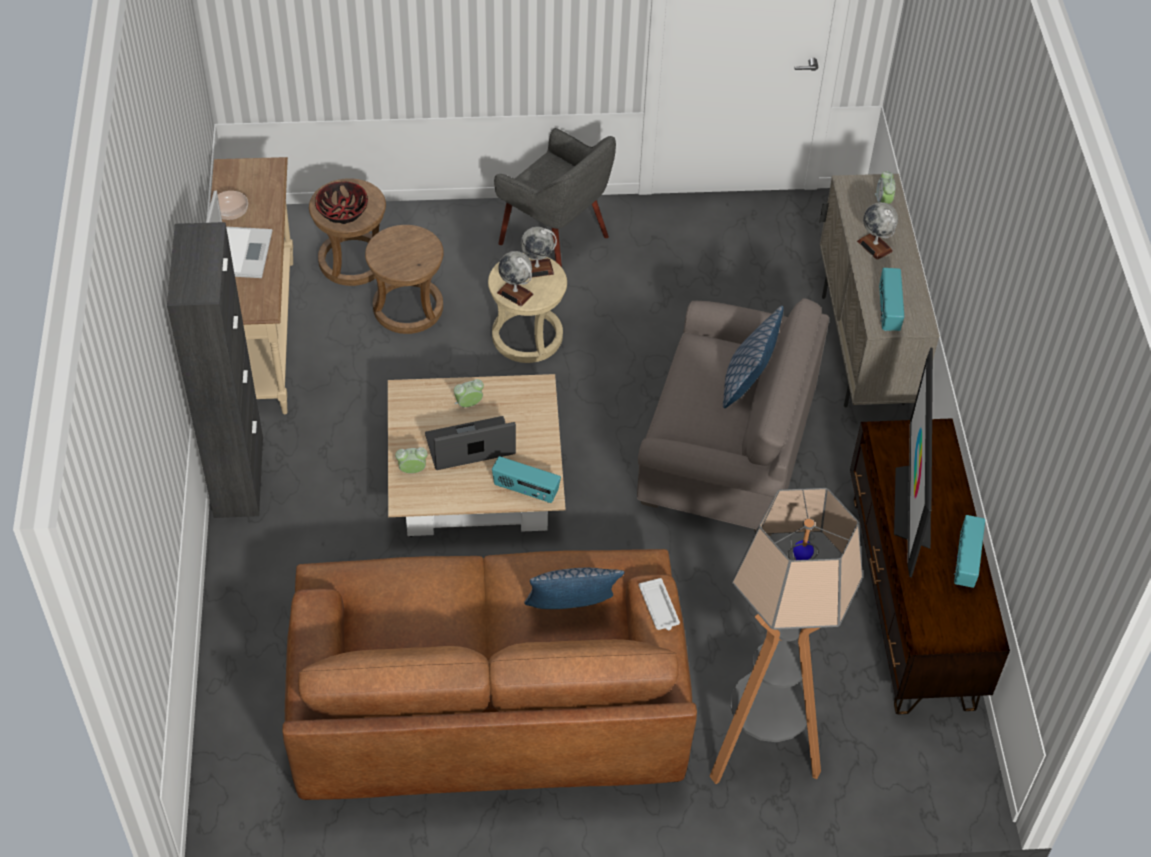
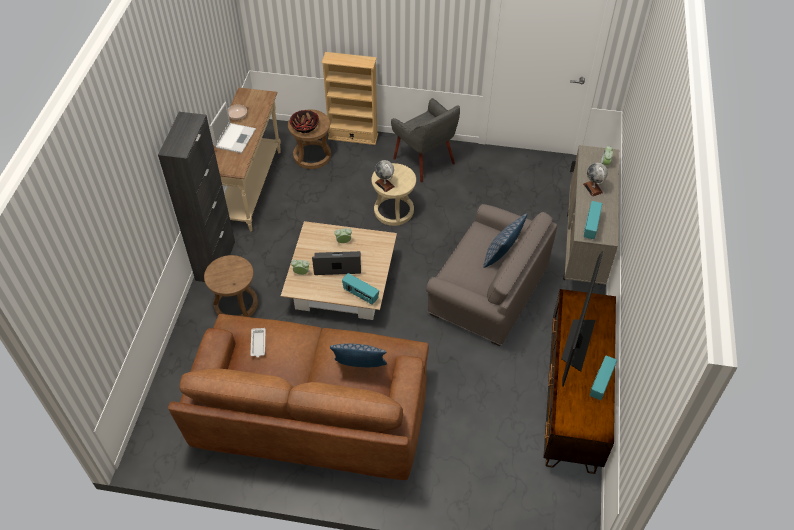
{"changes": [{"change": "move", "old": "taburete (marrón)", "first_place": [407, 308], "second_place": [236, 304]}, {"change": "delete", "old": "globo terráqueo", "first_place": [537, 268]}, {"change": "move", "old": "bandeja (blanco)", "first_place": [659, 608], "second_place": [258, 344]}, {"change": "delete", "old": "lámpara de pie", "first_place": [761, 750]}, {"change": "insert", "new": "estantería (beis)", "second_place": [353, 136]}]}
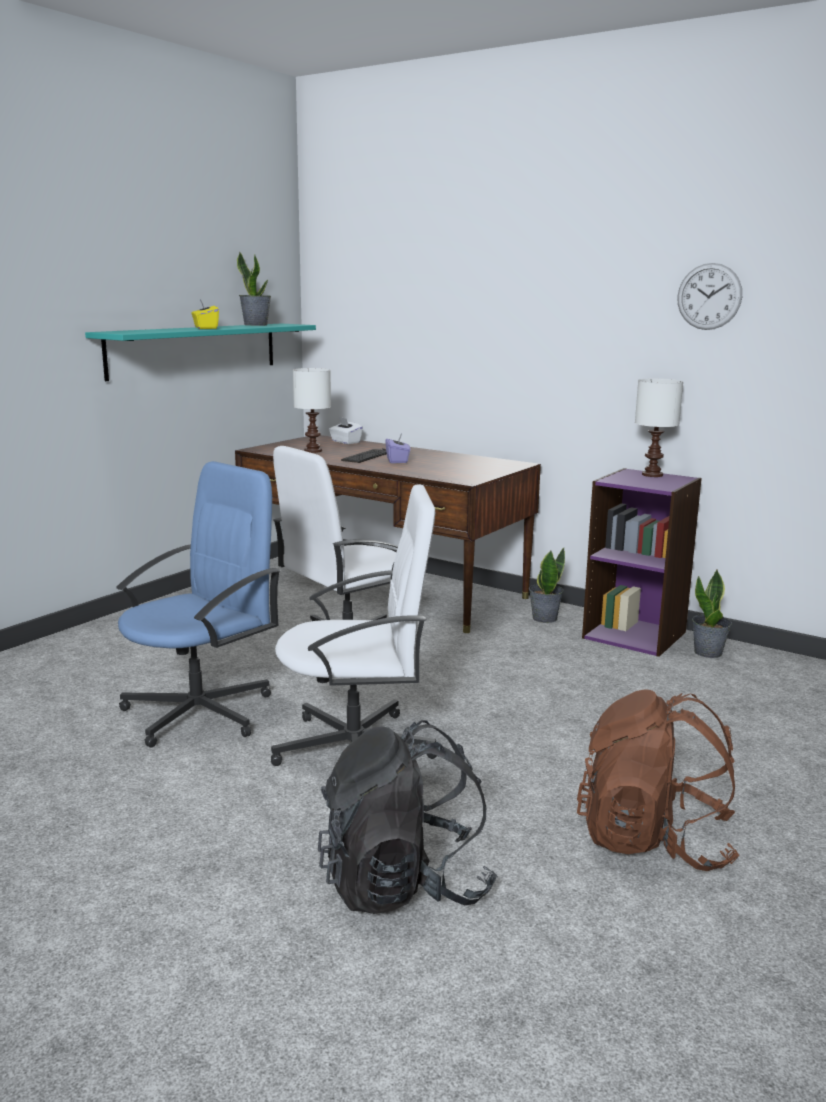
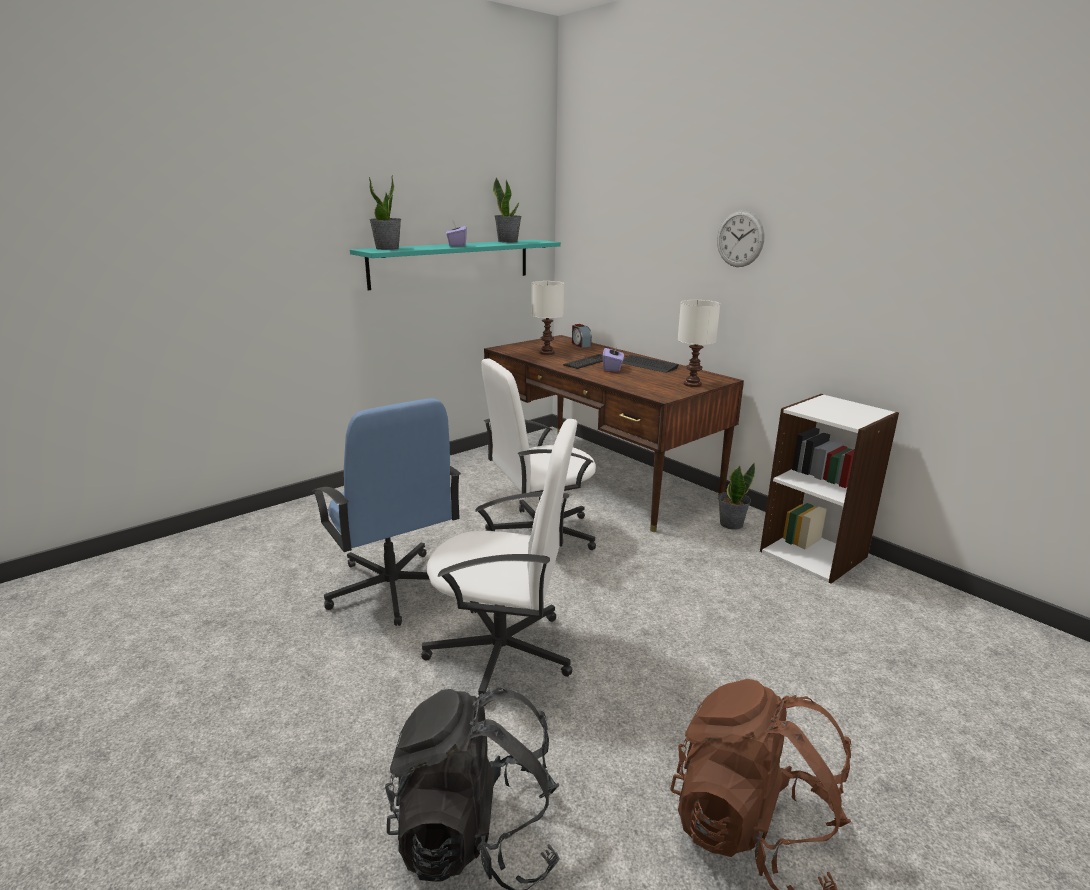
{"changes": [{"change": "rotate", "old": "silla de oficina (azul)", "first_place": [200, 712], "second_place": [392, 589], "degrees": 90}, {"change": "recolor", "old": "caja de pañuelos (amarillo)", "new": "caja de pañuelos (morado)", "first_place": [205, 328], "second_place": [457, 245]}, {"change": "replace", "old": "caja de pañuelos (blanco)", "new": "despertador", "first_place": [345, 442], "second_place": [580, 344]}, {"change": "recolor", "old": "estantería (morado)", "new": "estantería (blanco)", "first_place": [635, 635], "second_place": [814, 554]}, {"change": "move", "old": "lámpara de mesa (blanco)", "first_place": [653, 475], "second_place": [693, 384]}, {"change": "move", "old": "reloj de pared", "first_place": [709, 296], "second_place": [740, 239]}, {"change": "move", "old": "planta en maceta", "first_place": [708, 652], "second_place": [387, 248]}, {"change": "insert", "new": "teclado", "second_place": [648, 365]}]}
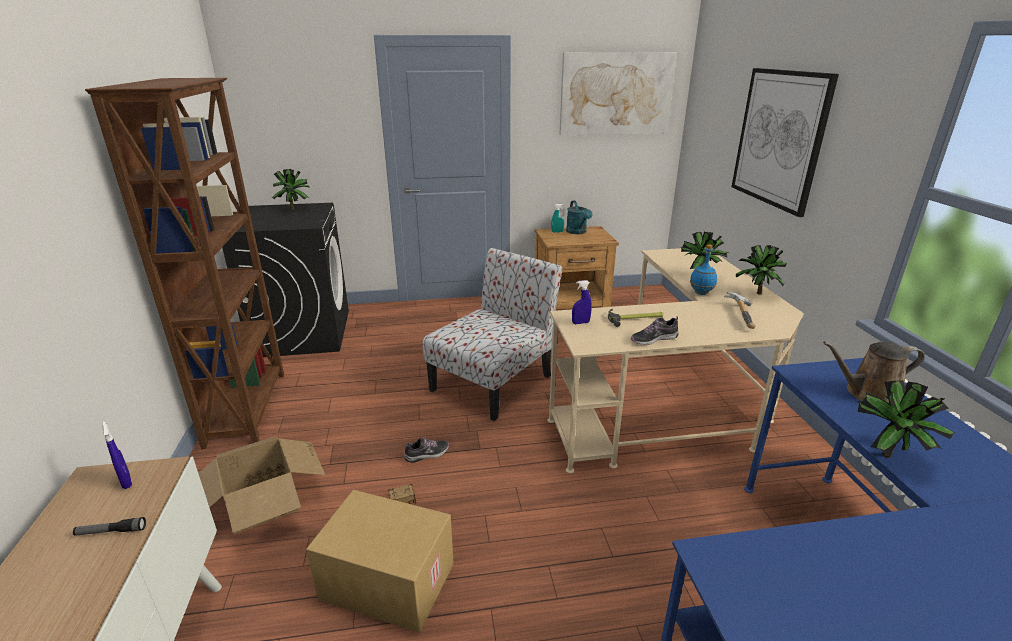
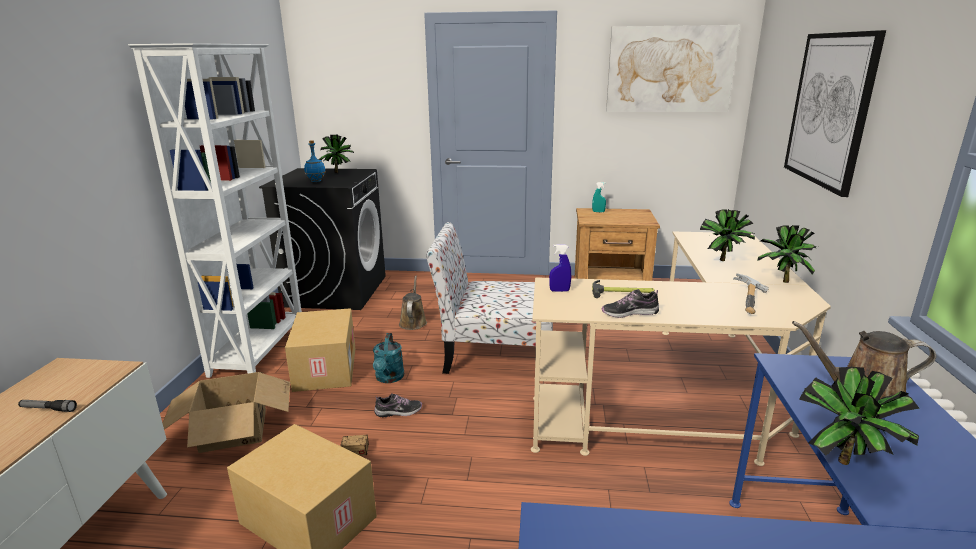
{"changes": [{"change": "recolor", "old": "estantería (marrón)", "new": "estantería (blanco)", "first_place": [248, 407], "second_place": [260, 348]}, {"change": "delete", "old": "pulverizador (azul)", "first_place": [126, 481]}, {"change": "rotate", "old": "silla", "first_place": [494, 381], "second_place": [495, 354], "degrees": -135}, {"change": "move", "old": "regadera (turquesa)", "first_place": [578, 232], "second_place": [389, 378]}, {"change": "move", "old": "botella (azul)", "first_place": [701, 293], "second_place": [316, 181]}, {"change": "insert", "new": "caja de cartón", "second_place": [324, 368]}, {"change": "insert", "new": "regadera (marrón)", "second_place": [413, 322]}]}
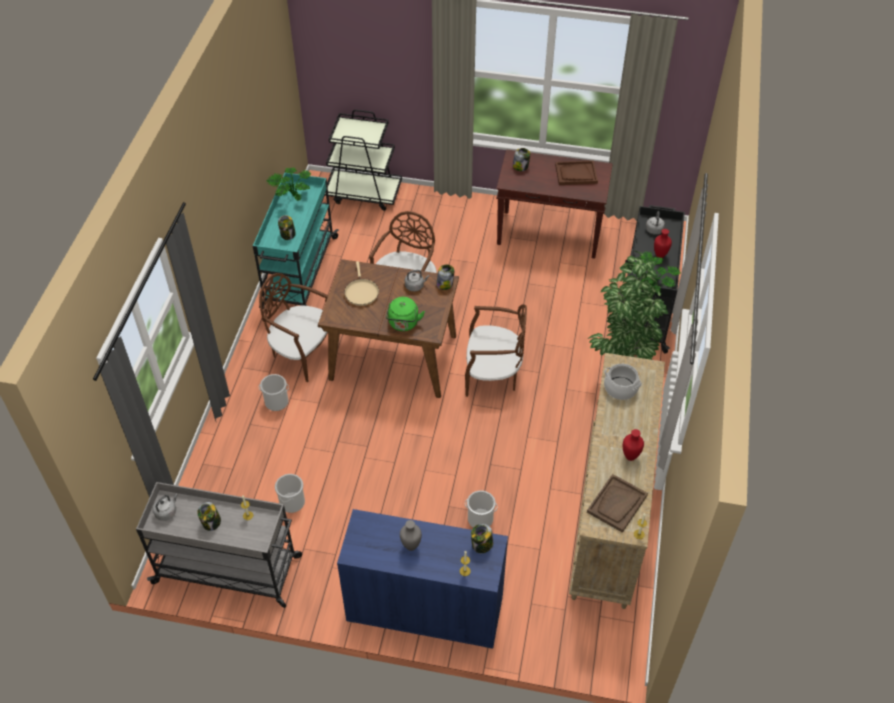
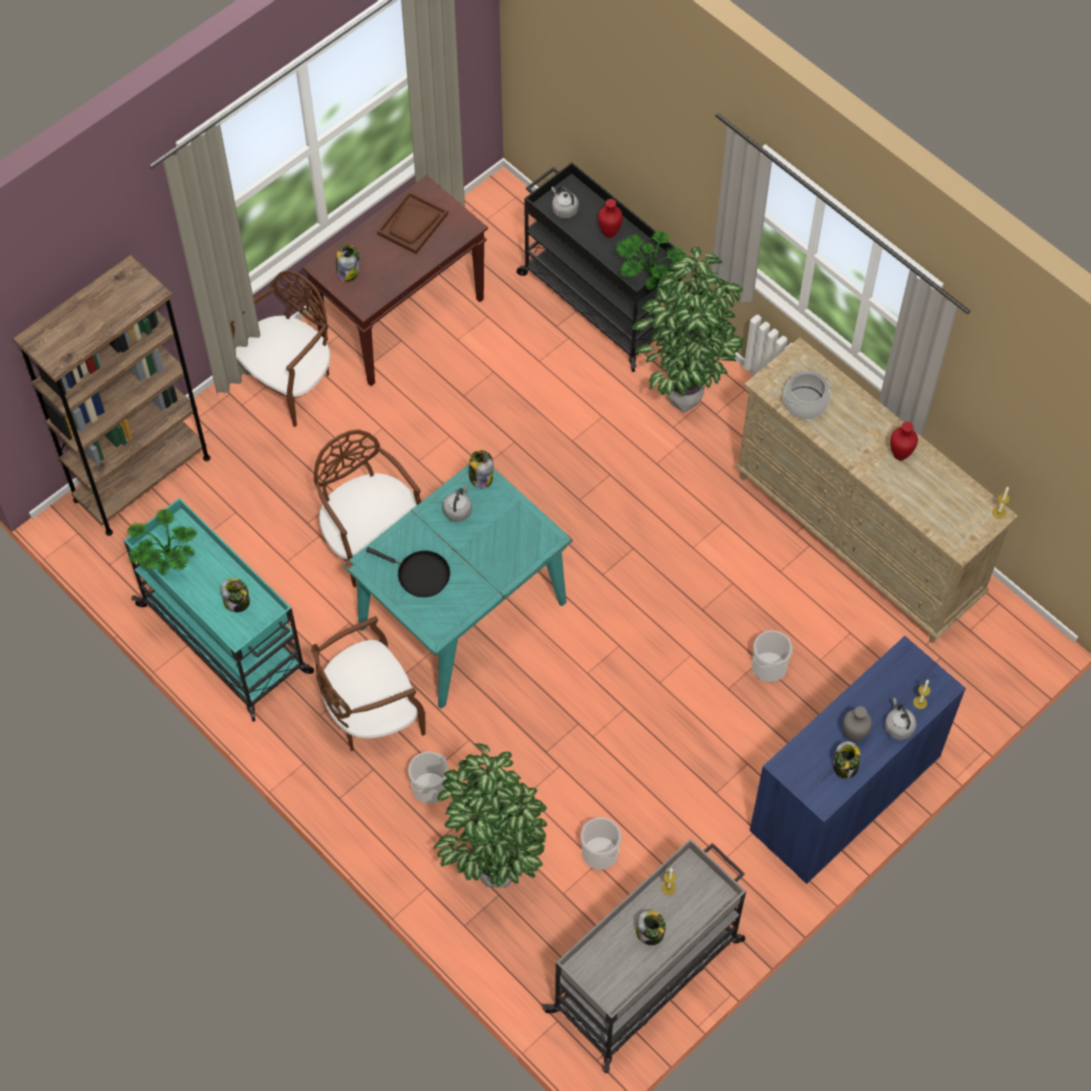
{"changes": [{"change": "move", "old": "hervidor (gris)", "first_place": [167, 512], "second_place": [898, 726]}, {"change": "recolor", "old": "mesa de comedor (marrón)", "new": "mesa de comedor (turquesa)", "first_place": [392, 357], "second_place": [461, 616]}, {"change": "replace", "old": "carrito (negro)", "new": "estantería (marrón)", "first_place": [364, 193], "second_place": [142, 479]}, {"change": "recolor", "old": "sartén (beis)", "new": "sartén (negro)", "first_place": [361, 292], "second_place": [420, 575]}, {"change": "delete", "old": "hervidor (verde)", "first_place": [403, 324]}, {"change": "move", "old": "silla (marrón)", "first_place": [492, 375], "second_place": [289, 382]}, {"change": "move", "old": "tarro", "first_place": [482, 545], "second_place": [845, 766]}, {"change": "delete", "old": "bandeja (marrón)", "first_place": [617, 504]}, {"change": "insert", "new": "planta en maceta", "second_place": [493, 876]}]}
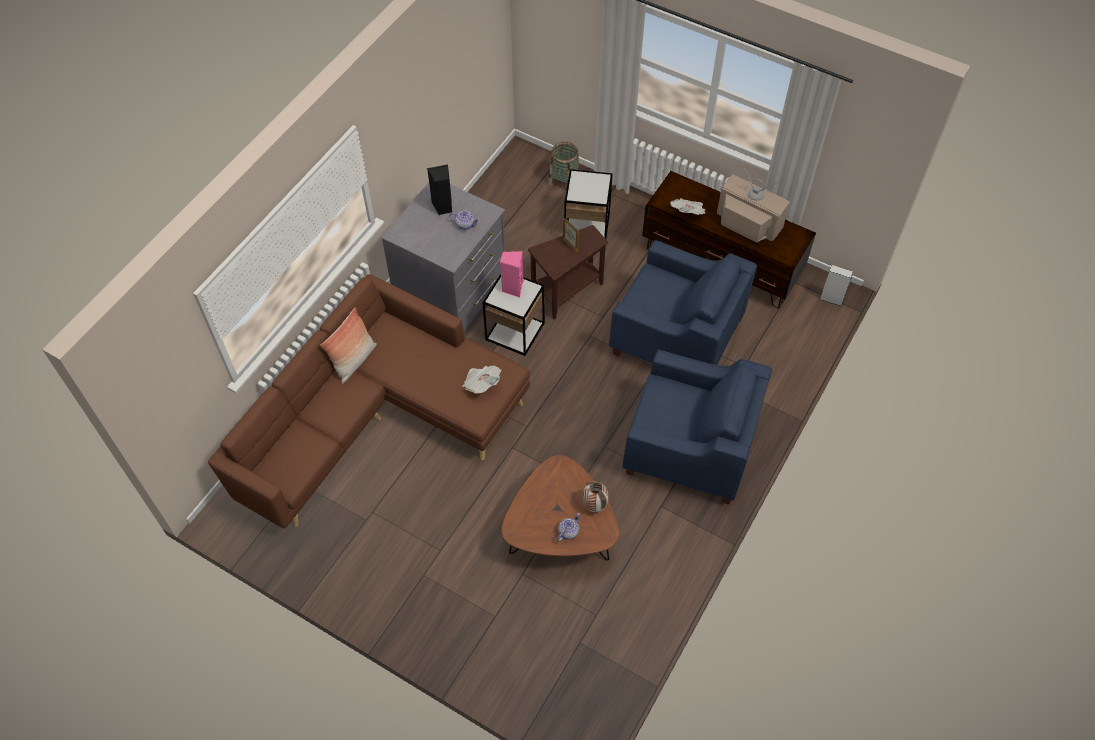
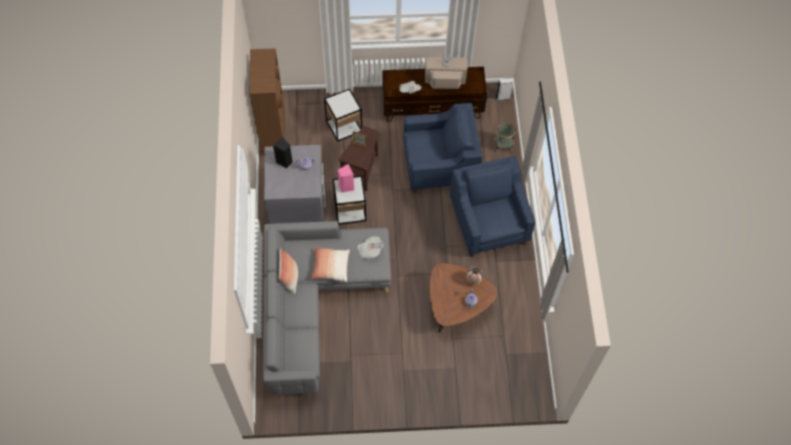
{"changes": [{"change": "recolor", "old": "sofá (marrón)", "new": "sofá (gris)", "first_place": [380, 420], "second_place": [315, 303]}, {"change": "move", "old": "cesta", "first_place": [564, 180], "second_place": [503, 145]}, {"change": "rotate", "old": "sillón (azul)", "first_place": [689, 450], "second_place": [488, 223], "degrees": -90}, {"change": "insert", "new": "estantería (marrón)", "second_place": [273, 138]}, {"change": "insert", "new": "cojín", "second_place": [330, 267]}]}
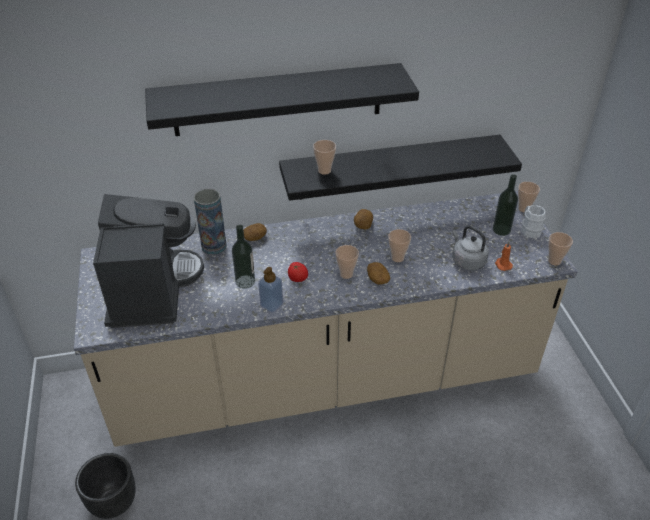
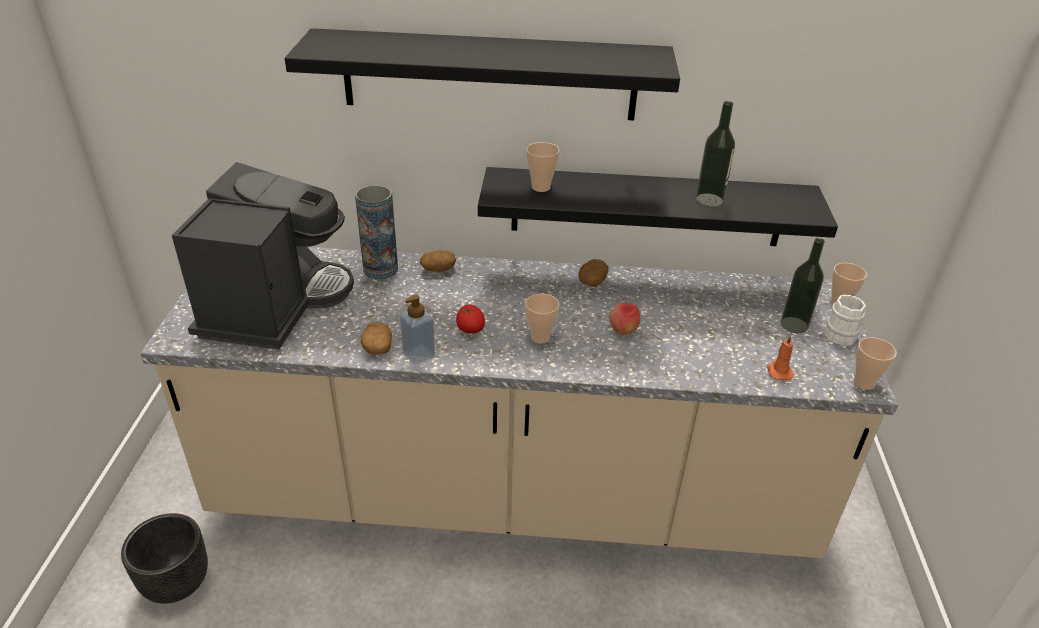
{"changes": [{"change": "move", "old": "botella", "first_place": [245, 282], "second_place": [709, 200]}, {"change": "move", "old": "patata", "first_place": [377, 279], "second_place": [377, 347]}, {"change": "replace", "old": "taza", "new": "manzana", "first_place": [397, 258], "second_place": [623, 331]}, {"change": "delete", "old": "hervidor (gris)", "first_place": [467, 261]}]}
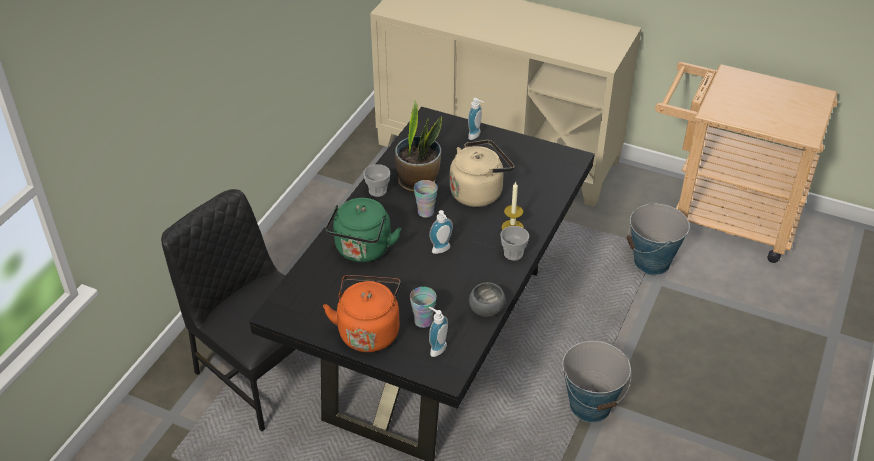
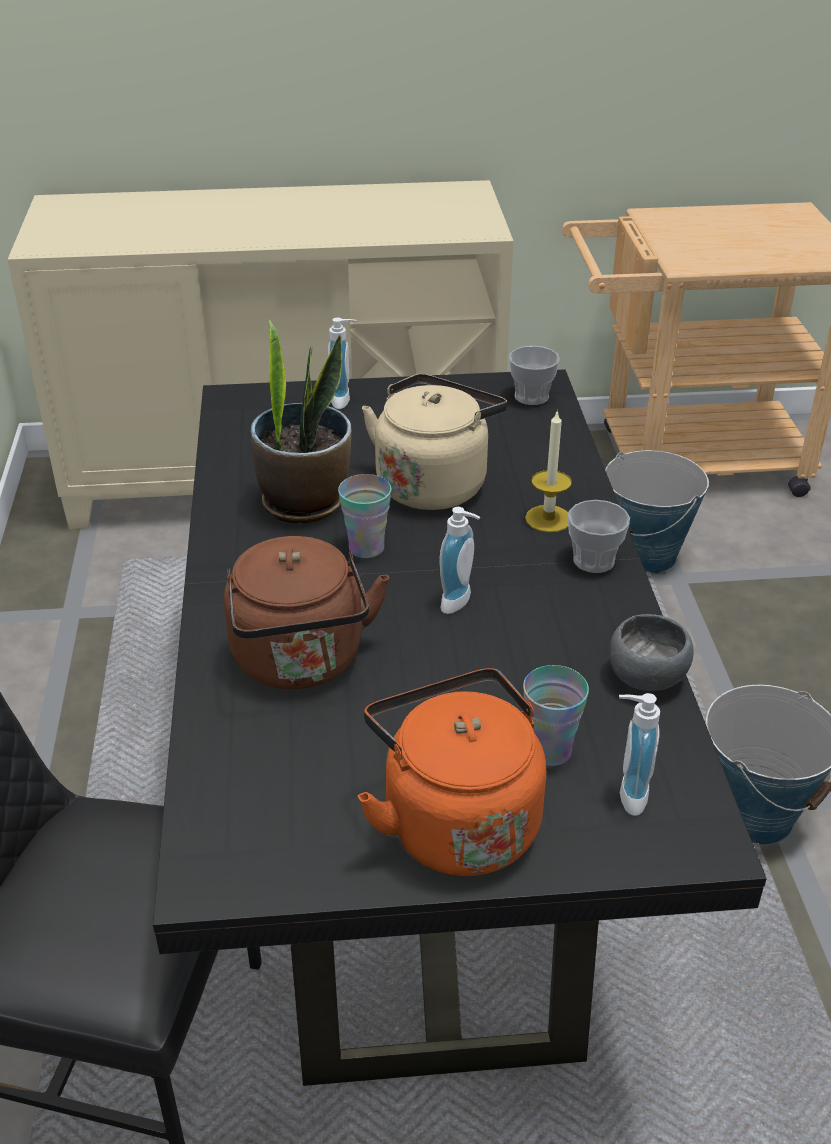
{"changes": [{"change": "recolor", "old": "hervidor (verde)", "new": "hervidor (marrón)", "first_place": [362, 251], "second_place": [301, 662]}, {"change": "move", "old": "taza", "first_place": [377, 191], "second_place": [531, 397]}]}
